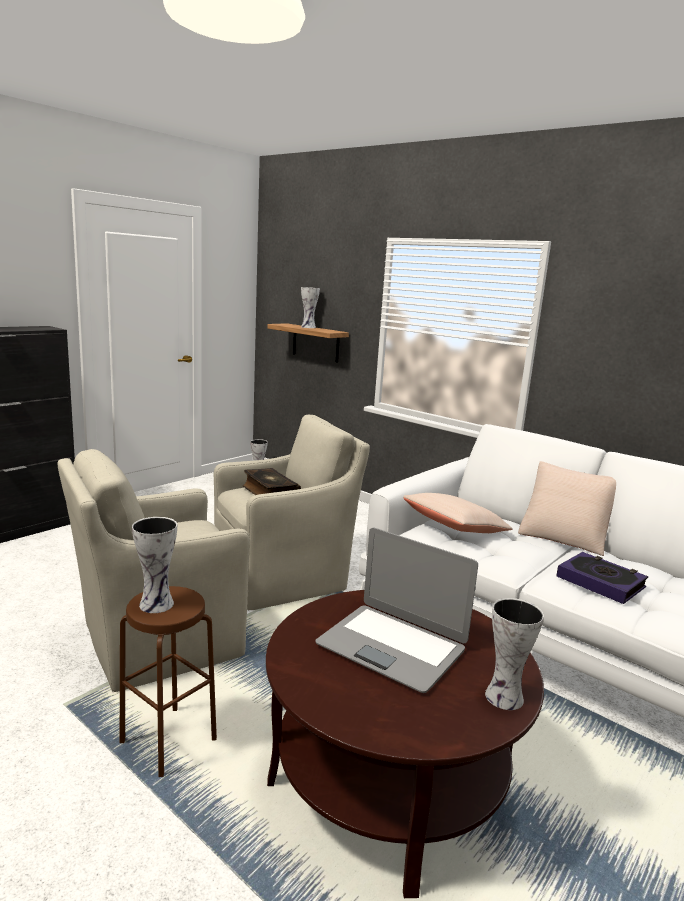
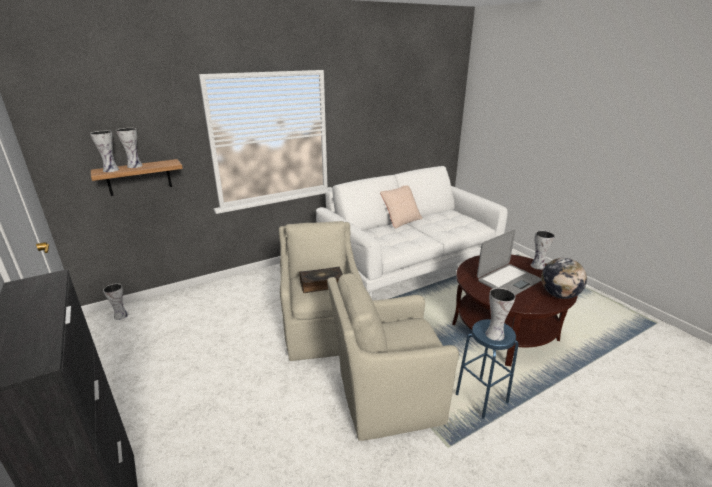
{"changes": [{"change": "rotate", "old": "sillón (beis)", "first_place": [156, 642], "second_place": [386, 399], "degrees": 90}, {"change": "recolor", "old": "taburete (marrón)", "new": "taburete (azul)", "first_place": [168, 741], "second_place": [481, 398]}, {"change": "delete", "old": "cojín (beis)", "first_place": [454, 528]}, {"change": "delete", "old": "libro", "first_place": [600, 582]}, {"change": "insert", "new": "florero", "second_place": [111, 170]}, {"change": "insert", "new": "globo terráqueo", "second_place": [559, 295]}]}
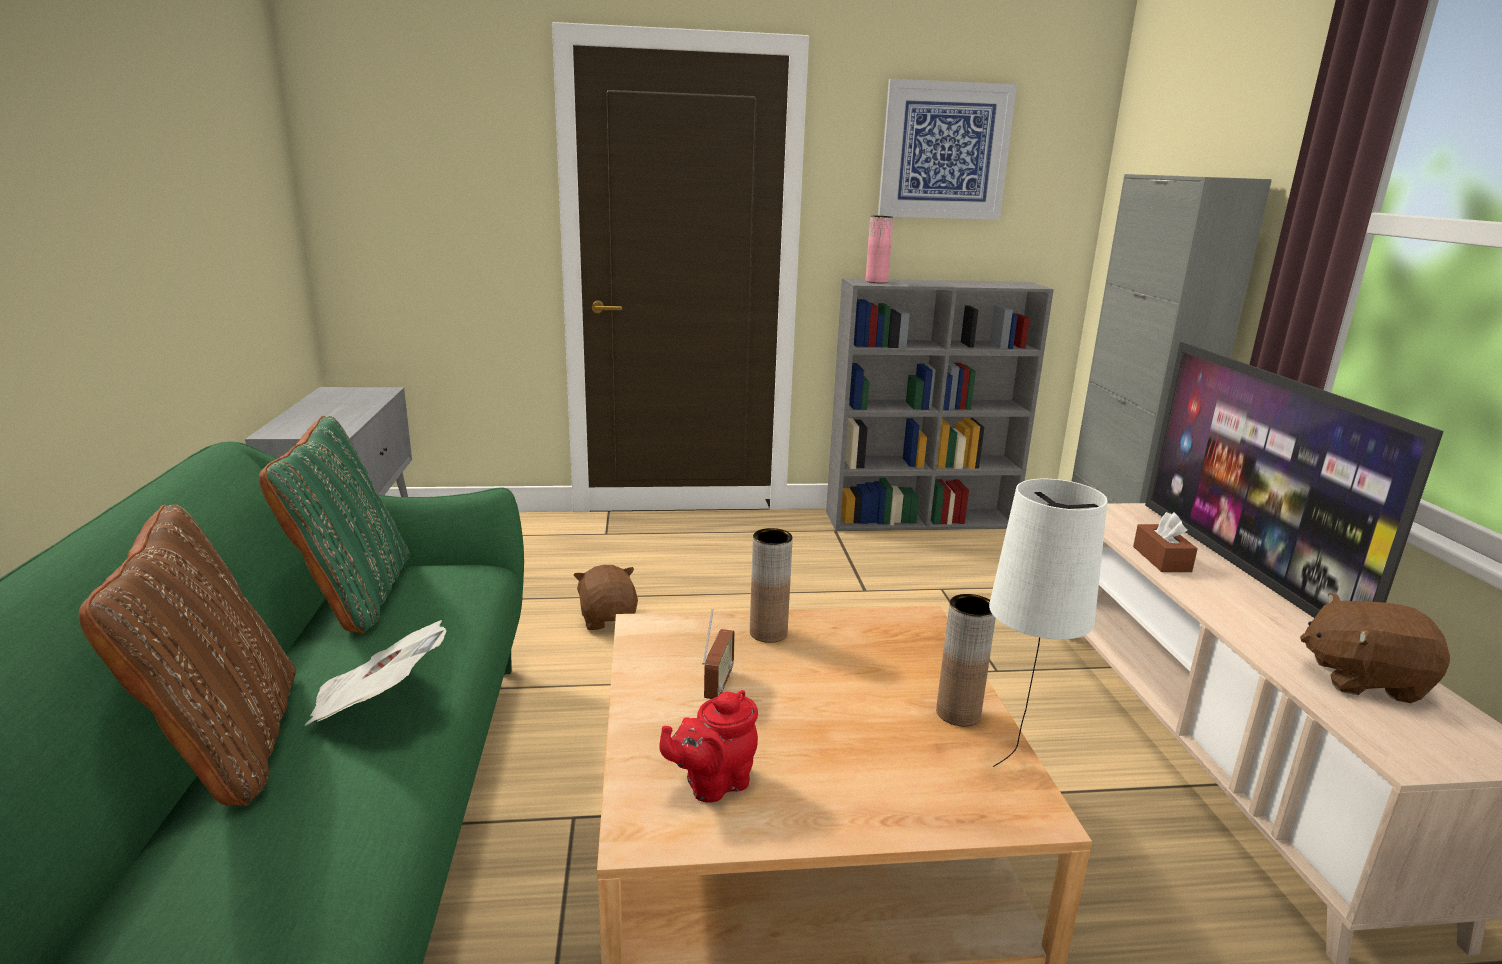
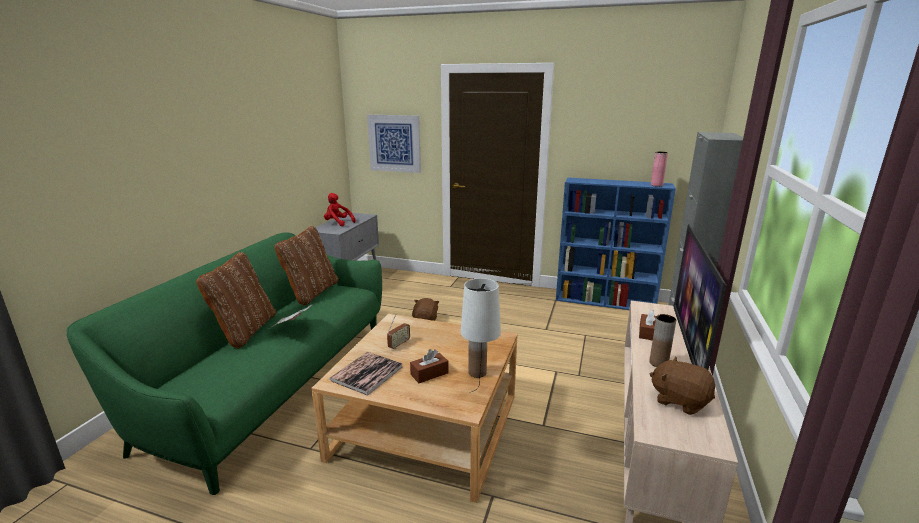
{"changes": [{"change": "recolor", "old": "cojín (verde)", "new": "cojín (marrón)", "first_place": [353, 595], "second_place": [311, 292]}, {"change": "replace", "old": "tetera (rojo)", "new": "libro", "first_place": [712, 783], "second_place": [367, 373]}, {"change": "move", "old": "florero (marrón)", "first_place": [768, 633], "second_place": [658, 363]}, {"change": "recolor", "old": "estantería (gris)", "new": "estantería (azul)", "first_place": [922, 519], "second_place": [605, 301]}, {"change": "move", "old": "florero (rosa)", "first_place": [876, 281], "second_place": [656, 185]}, {"change": "move", "old": "cuadro", "first_place": [944, 151], "second_place": [394, 143]}, {"change": "insert", "new": "peluche (rojo)", "second_place": [338, 223]}, {"change": "insert", "new": "caja de pañuelos (marrón)", "second_place": [429, 374]}]}
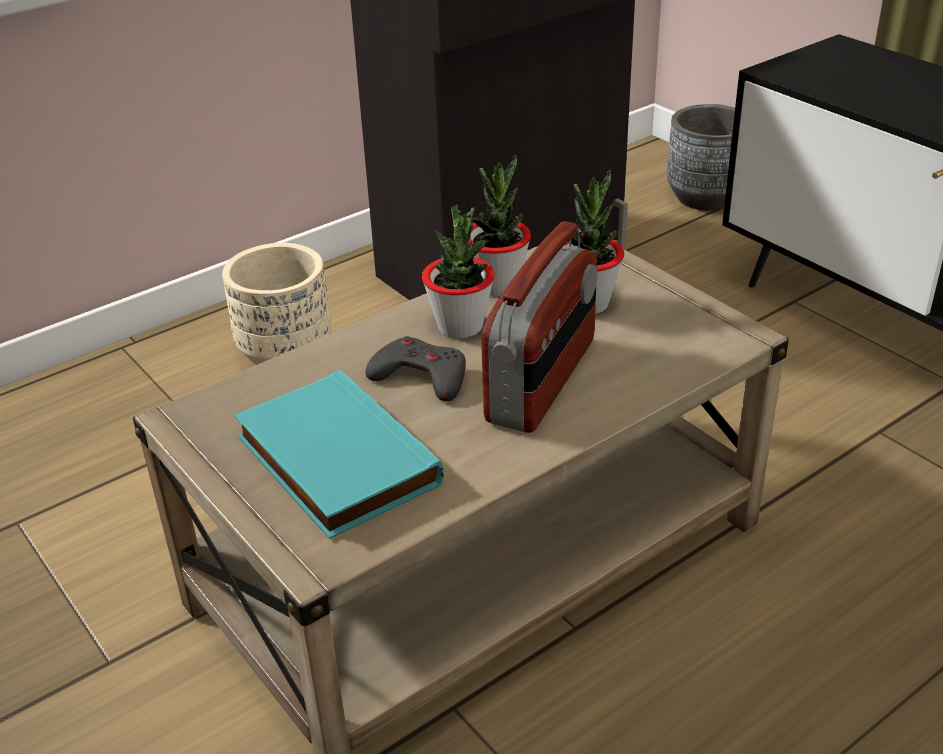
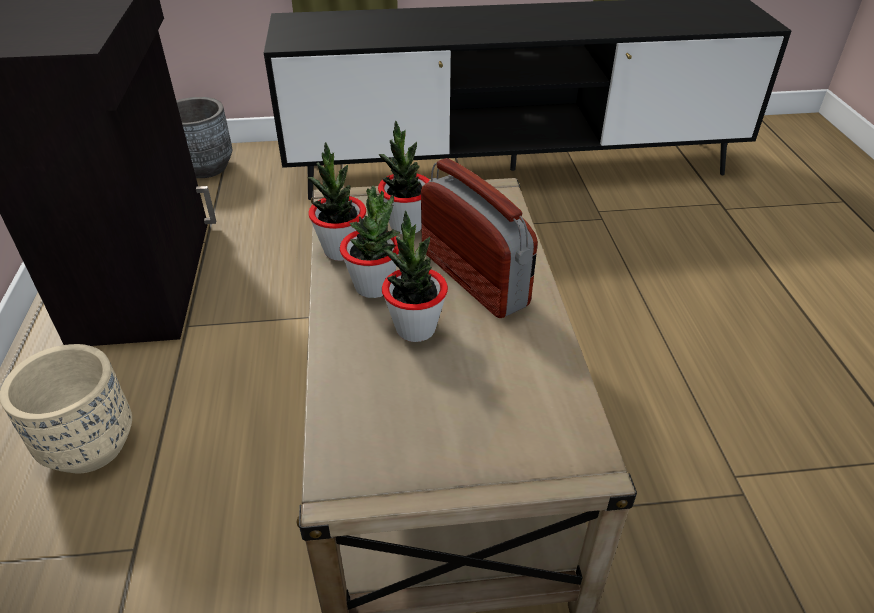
{"changes": [{"change": "delete", "old": "libro (turquesa)", "first_place": [332, 462]}, {"change": "replace", "old": "mando de consola (gris)", "new": "planta en maceta", "first_place": [421, 376], "second_place": [415, 328]}]}
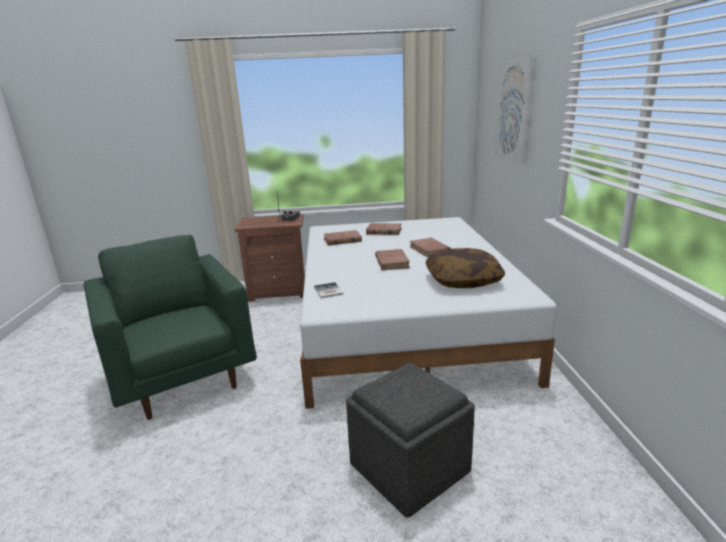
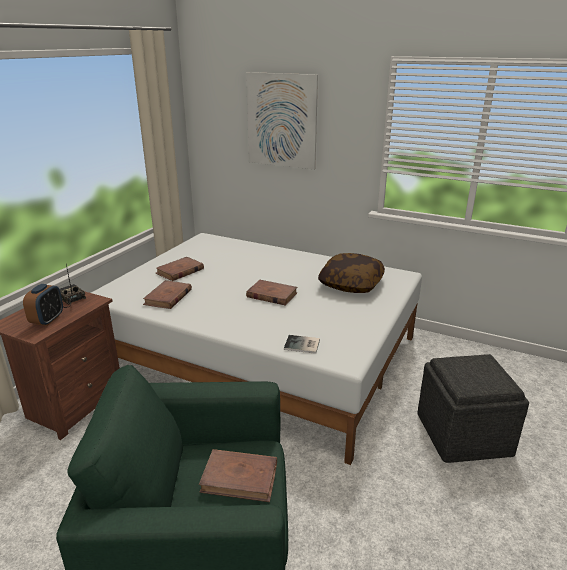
{"changes": [{"change": "move", "old": "libro (marrón)", "first_place": [429, 250], "second_place": [240, 478]}, {"change": "insert", "new": "despertador", "second_place": [47, 320]}]}
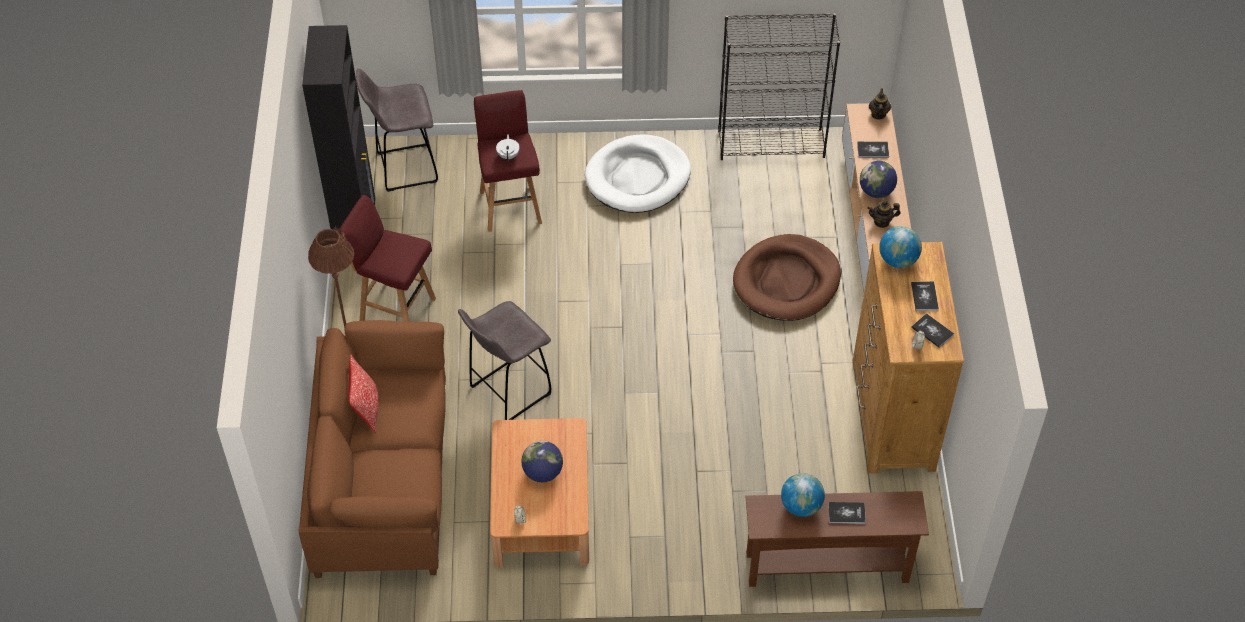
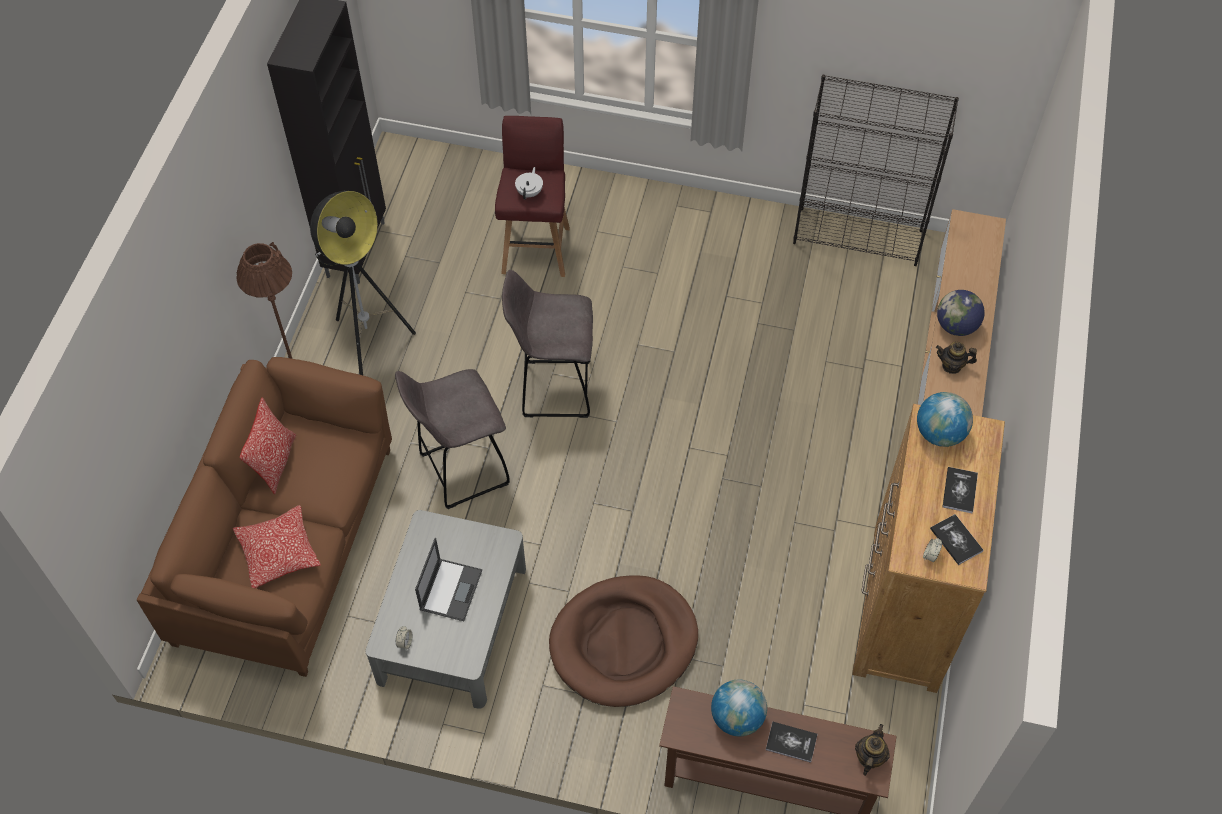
{"changes": [{"change": "replace", "old": "taburete (rojo)", "new": "lámpara de pie", "first_place": [396, 309], "second_place": [369, 343]}, {"change": "move", "old": "taburete (gris)", "first_place": [404, 168], "second_place": [553, 388]}, {"change": "recolor", "old": "mesa de centro (marrón)", "new": "mesa de centro (gris)", "first_place": [541, 508], "second_place": [452, 623]}, {"change": "replace", "old": "globo terráqueo", "new": "portátil", "first_place": [543, 473], "second_place": [451, 589]}, {"change": "delete", "old": "cama para perro (blanco)", "first_place": [638, 177]}, {"change": "move", "old": "cama para perro (marrón)", "first_place": [786, 281], "second_place": [624, 643]}, {"change": "delete", "old": "libro", "first_place": [873, 150]}, {"change": "move", "old": "tetera", "first_place": [878, 114], "second_place": [869, 757]}, {"change": "insert", "new": "cojín", "second_place": [279, 552]}]}
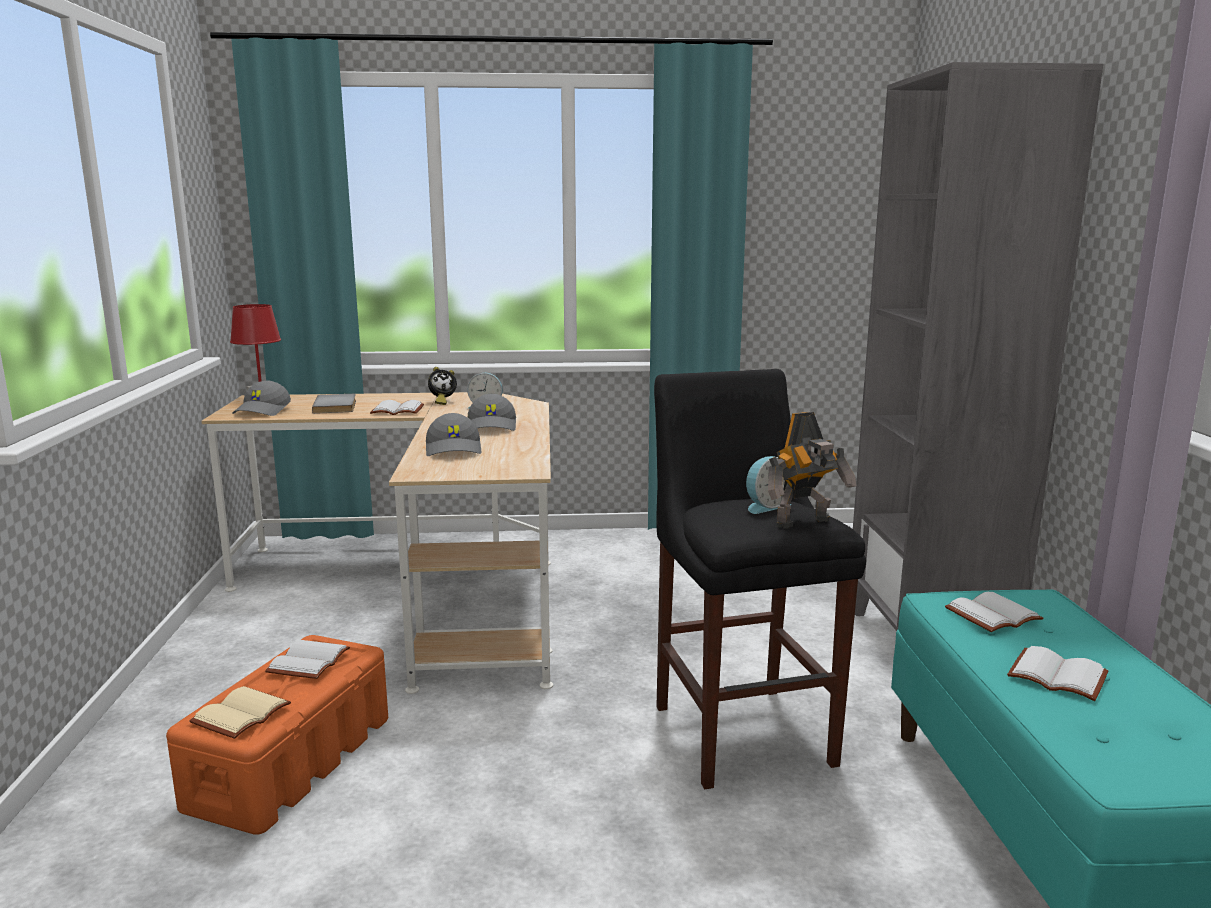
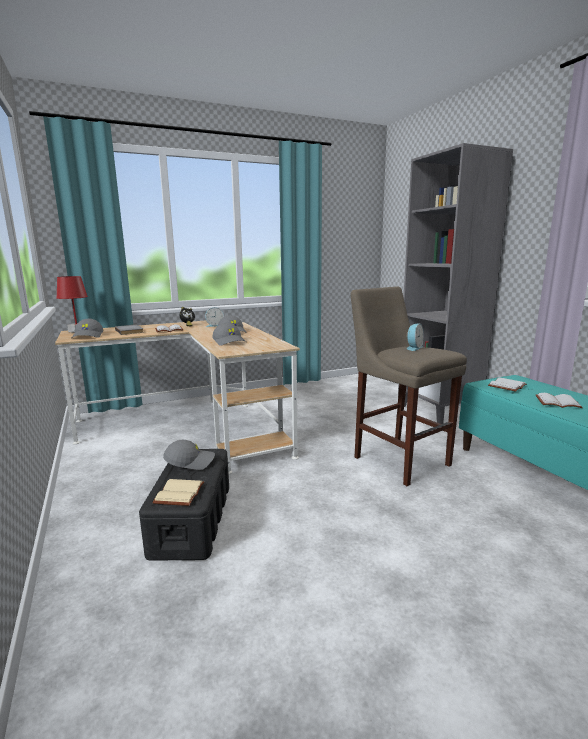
{"changes": [{"change": "recolor", "old": "caja de almacenaje (naranja)", "new": "caja de almacenaje (negro)", "first_place": [292, 761], "second_place": [192, 519]}, {"change": "replace", "old": "libro (blanco)", "new": "gorra (gris)", "first_place": [307, 661], "second_place": [190, 461]}, {"change": "recolor", "old": "taburete (negro)", "new": "taburete (beis)", "first_place": [739, 729], "second_place": [398, 459]}, {"change": "delete", "old": "robot de juguete", "first_place": [805, 523]}]}
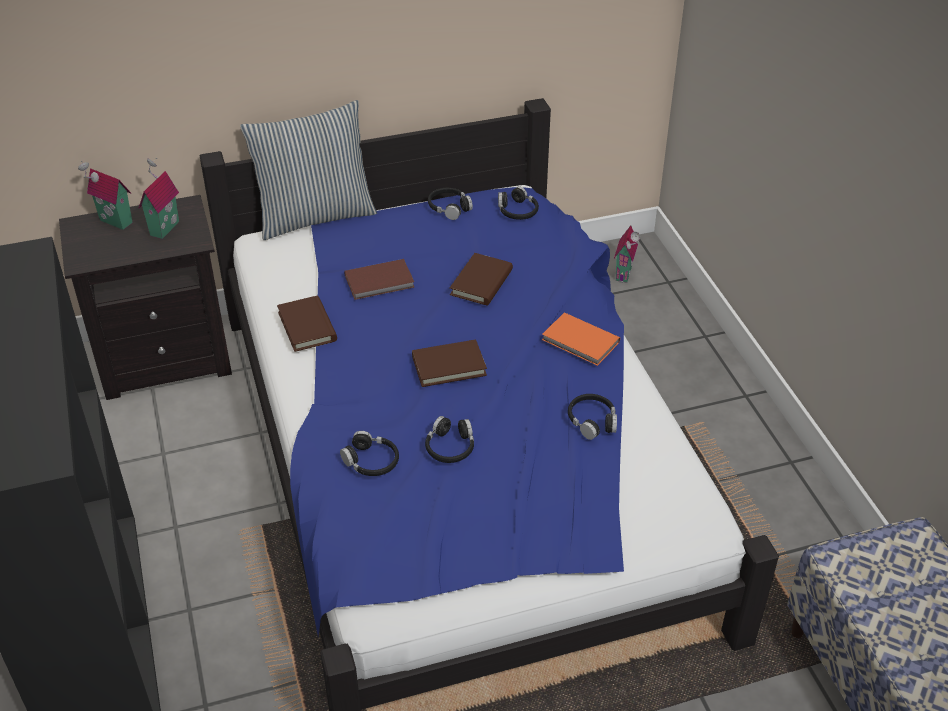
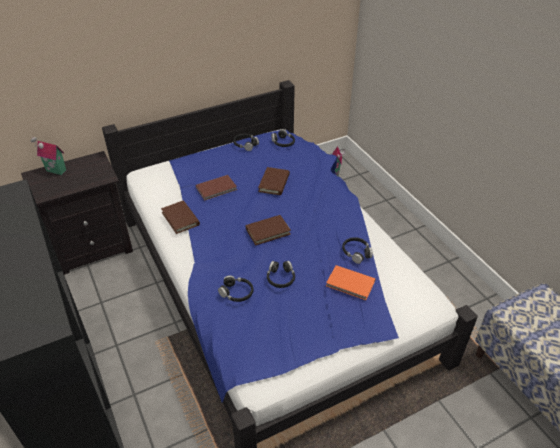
{"changes": [{"change": "delete", "old": "casita", "first_place": [163, 228]}, {"change": "delete", "old": "cojín", "first_place": [315, 216]}, {"change": "move", "old": "libro (naranja)", "first_place": [580, 342], "second_place": [350, 284]}]}
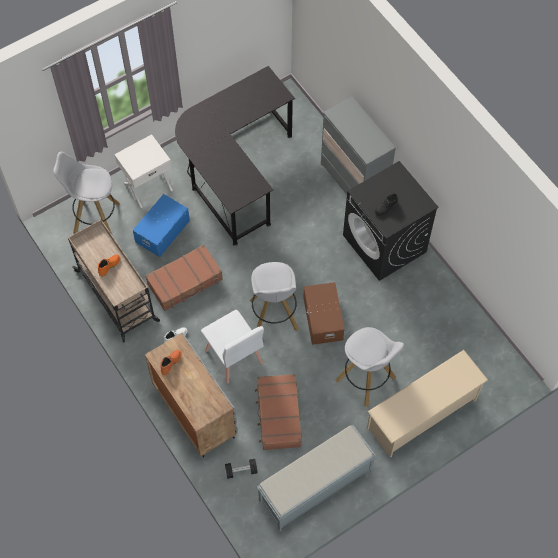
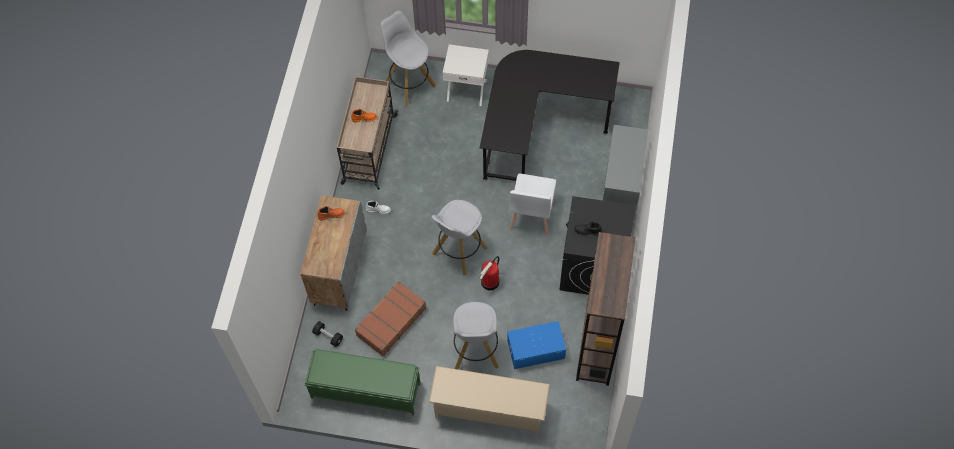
{"changes": [{"change": "move", "old": "caja de almacenaje (azul)", "first_place": [161, 231], "second_place": [535, 349]}, {"change": "delete", "old": "maleta (marrón)", "first_place": [185, 282]}, {"change": "move", "old": "silla (blanco)", "first_place": [233, 357], "second_place": [531, 215]}, {"change": "recolor", "old": "banco (gris)", "new": "banco (verde)", "first_place": [314, 485], "second_place": [365, 390]}, {"change": "replace", "old": "caja de almacenaje (marrón)", "new": "extintor", "first_place": [322, 319], "second_place": [490, 282]}, {"change": "insert", "new": "estantería (marrón)", "second_place": [597, 346]}]}
